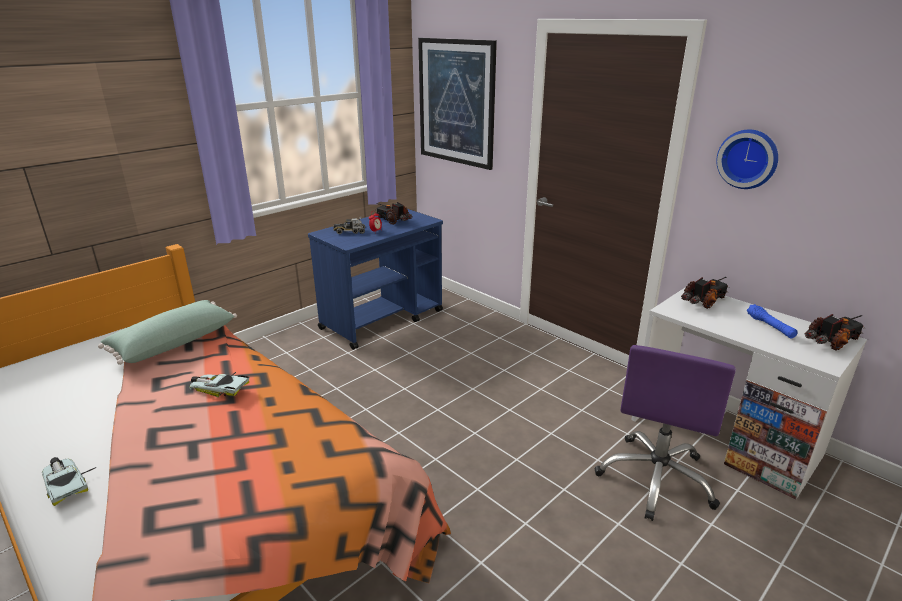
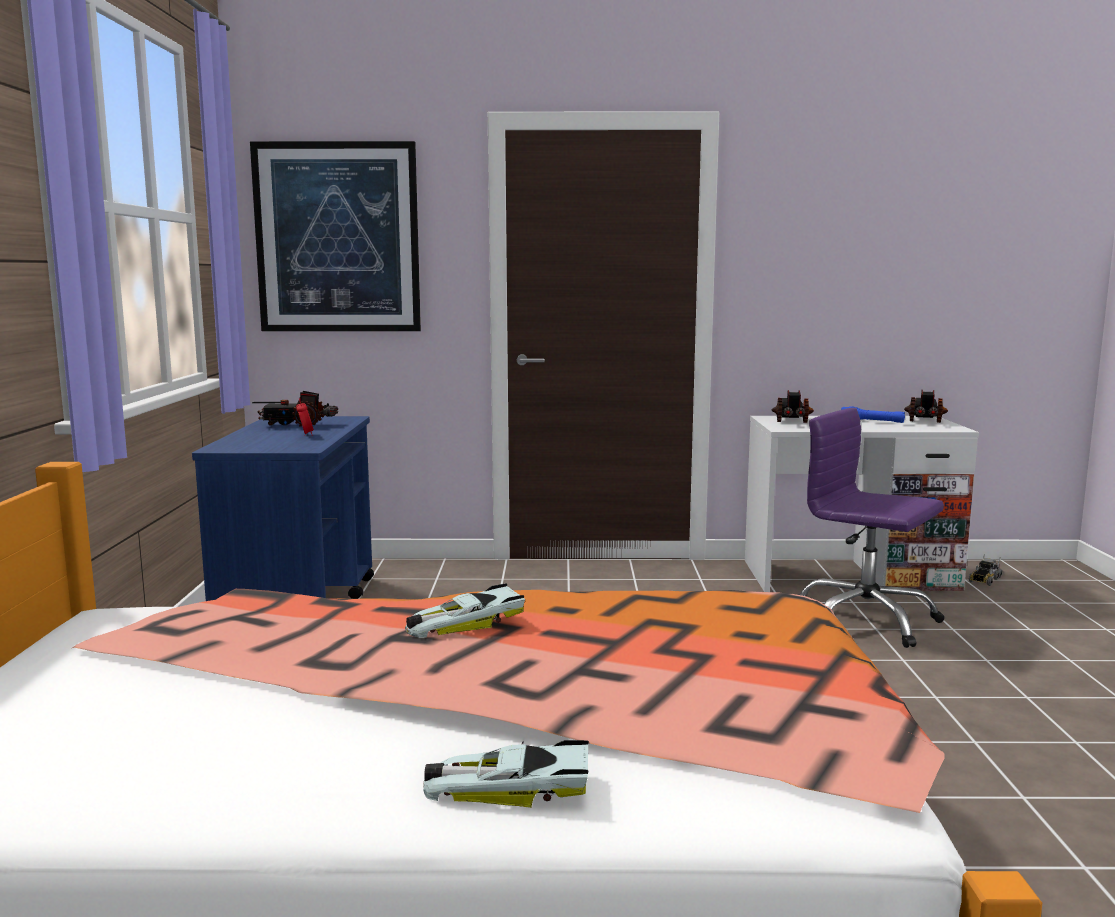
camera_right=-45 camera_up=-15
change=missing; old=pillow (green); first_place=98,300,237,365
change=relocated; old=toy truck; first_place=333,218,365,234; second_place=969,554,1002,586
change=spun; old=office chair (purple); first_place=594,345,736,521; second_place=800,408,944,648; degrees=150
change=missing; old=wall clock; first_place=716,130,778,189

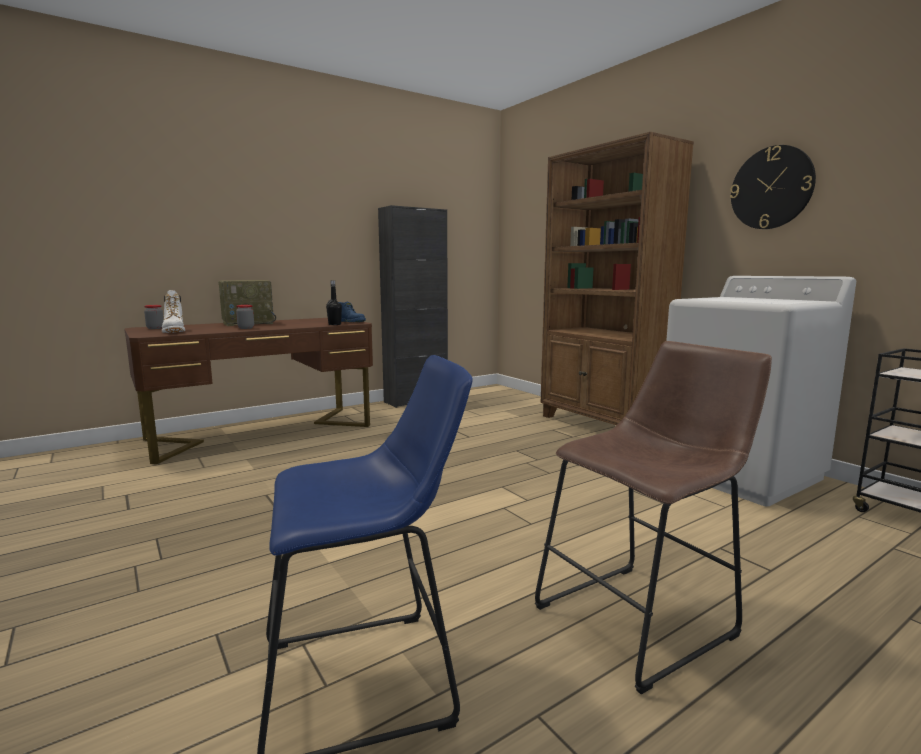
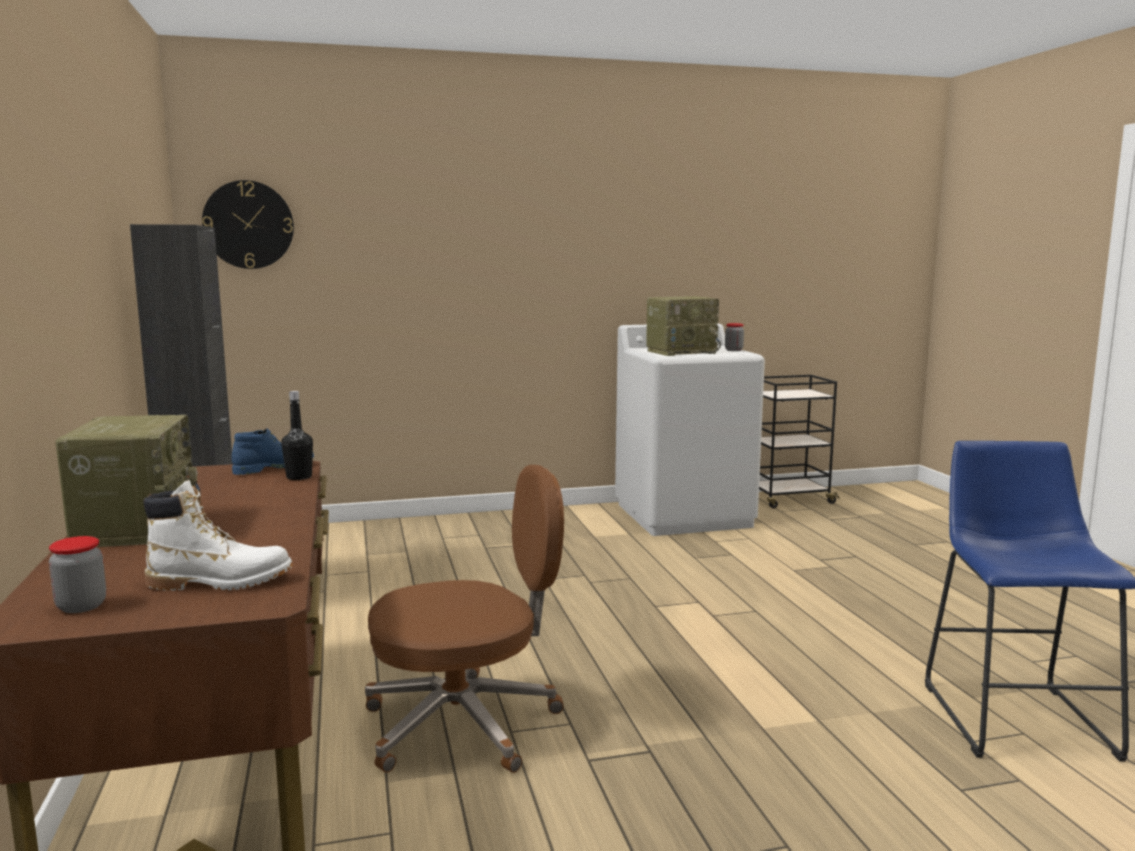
camera_right=-70 camera_up=0
change=relocated; old=jar; first_place=236,305,254,329; second_place=725,323,744,351
change=missing; old=stool (brown); first_place=535,341,772,695
change=missing; old=bookcase (brown); first_place=541,132,694,425
change=relocated; old=wall clock; first_place=730,145,816,229; second_place=202,180,294,269
change=appeared; new=office chair (brown); second_place=365,465,564,773
change=appeared; new=radio; second_place=646,296,721,356

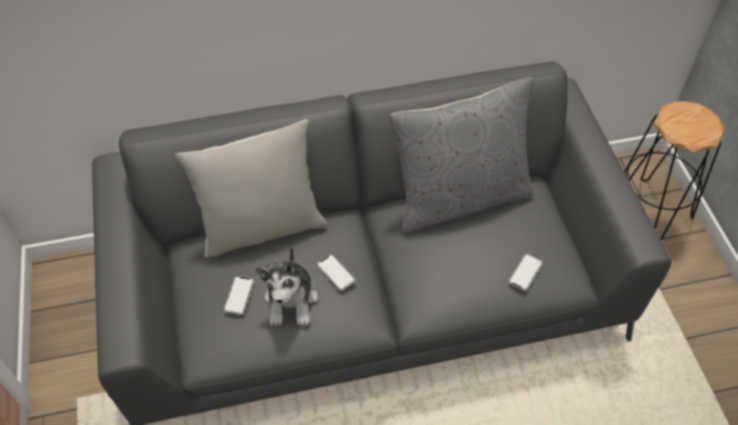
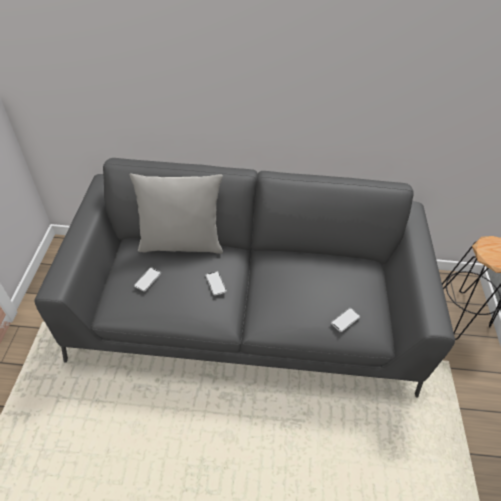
camera_right=15 camera_up=-5
change=missing; old=plush toy; first_place=255,245,318,326
change=missing; old=pillow (grey); first_place=389,77,534,234

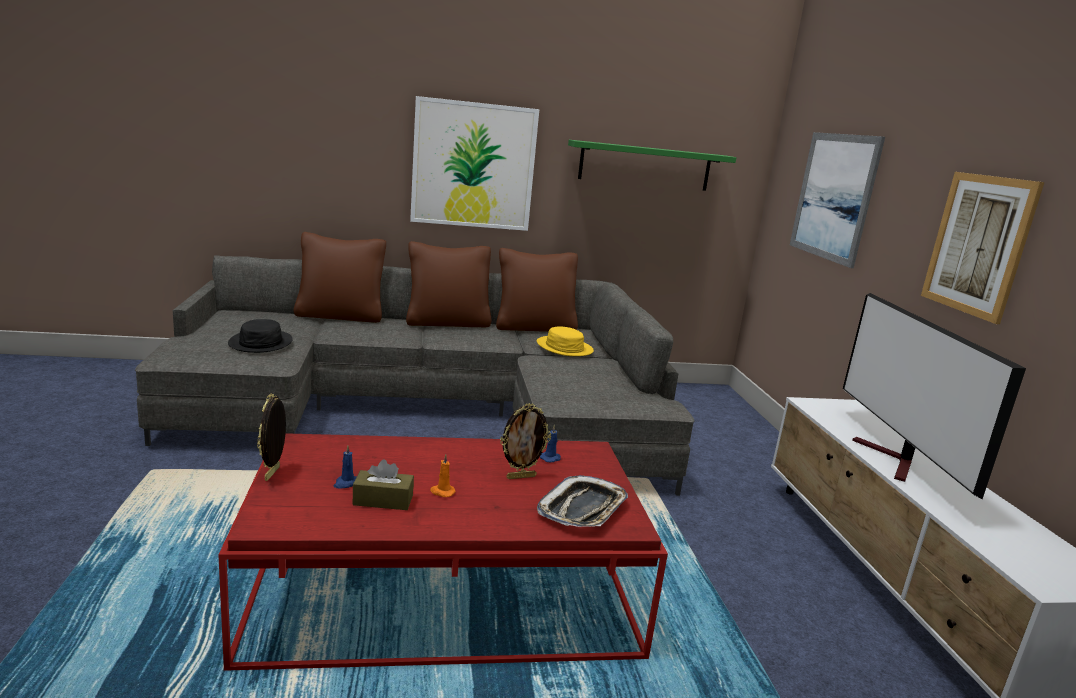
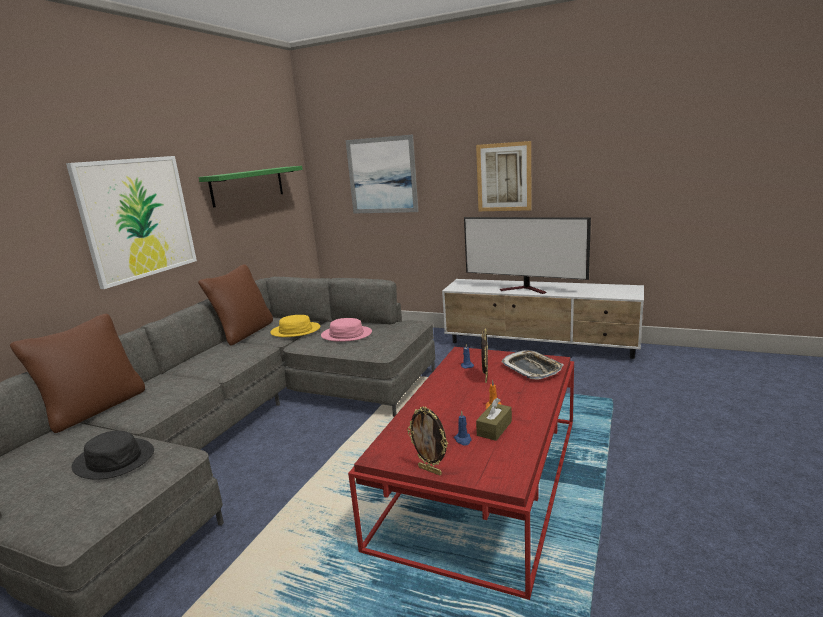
camera_right=-55 camera_up=0
change=missing; old=pillow (brown); first_place=406,241,491,328
change=appeared; new=hat (pink); second_place=321,318,372,341

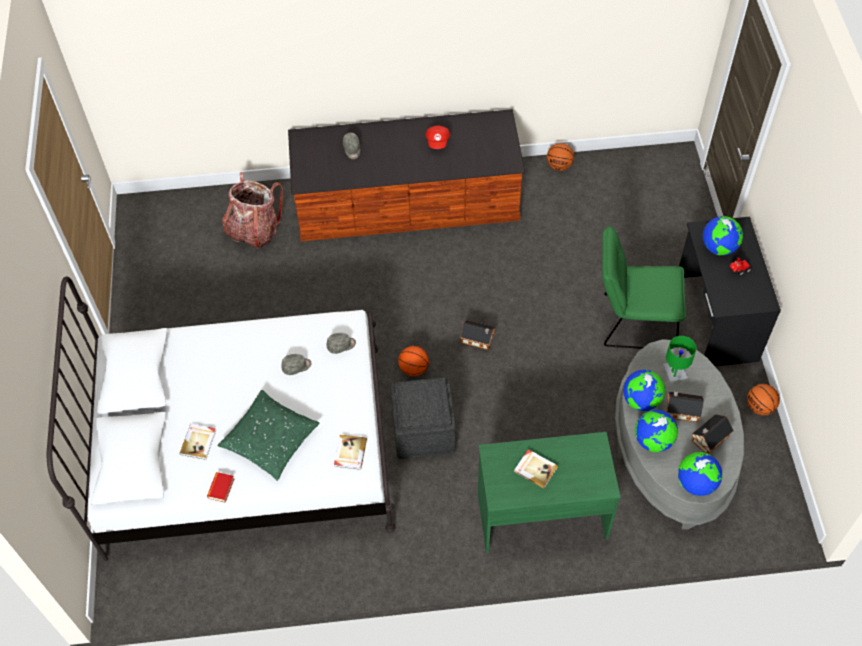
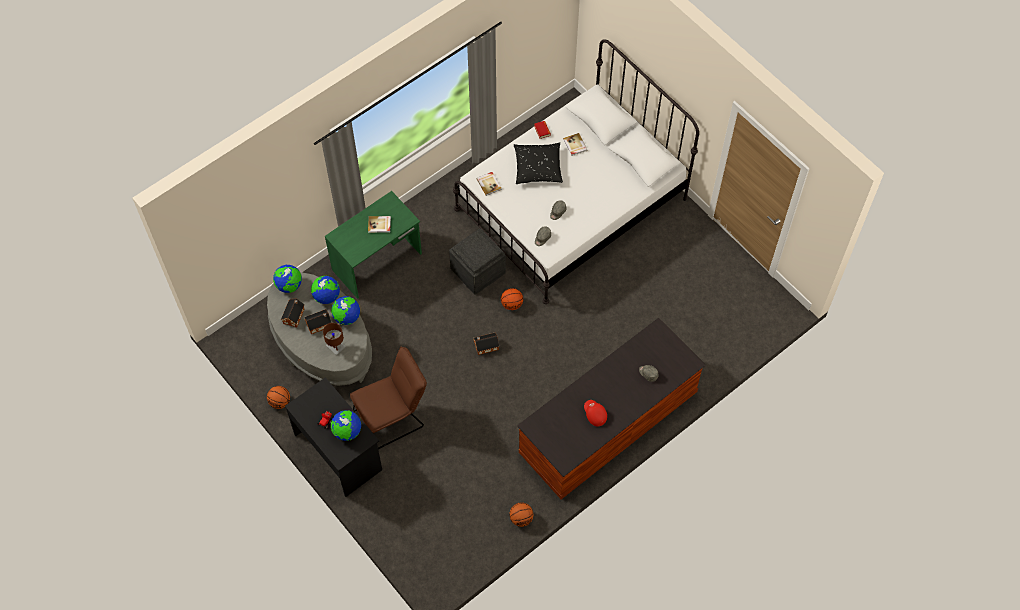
camera_right=145 camera_up=5
change=colour; old=pillow (green); new=pillow (black); first_place=217,390,320,481; second_place=514,142,563,184
change=missing; old=backpack; first_place=222,172,283,248
change=colour; old=chair (green); new=chair (brown); first_place=602,225,686,349; second_place=350,347,427,449
change=colour; old=table lamp (green); new=table lamp (brown); first_place=663,336,697,382; second_place=323,323,346,355

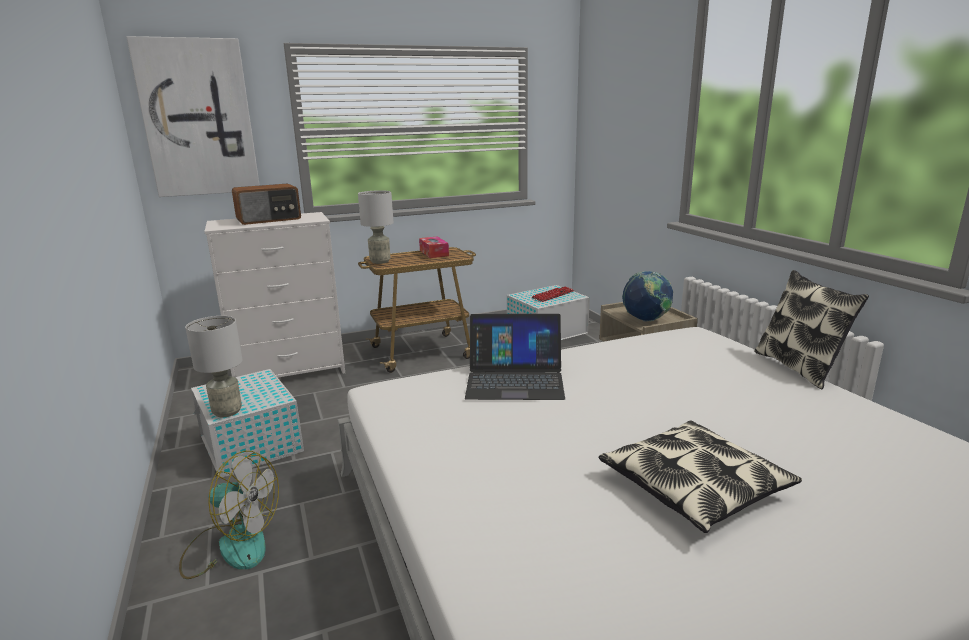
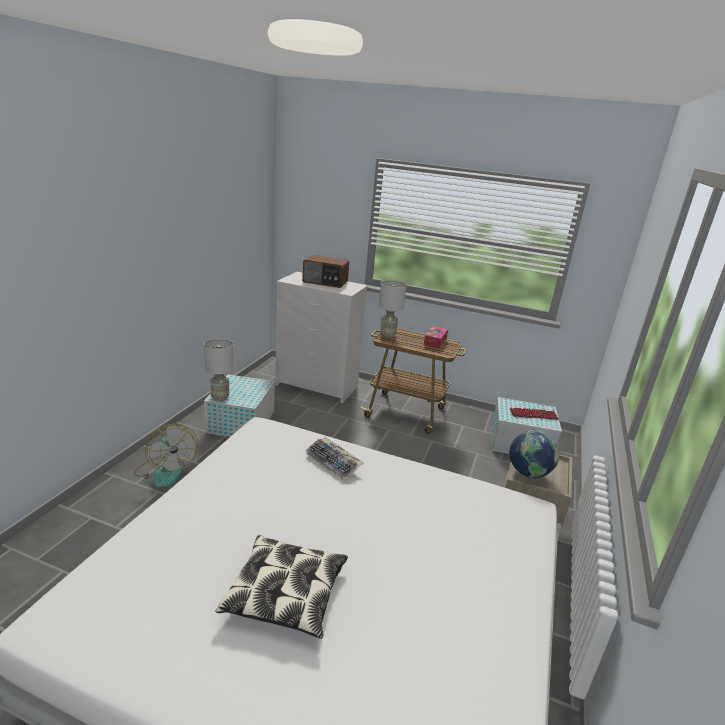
camera_right=40 camera_up=5
change=missing; old=picture; first_place=127,36,260,197
change=exchanged; old=laptop; new=keyboard; first_place=465,314,565,400; second_place=305,437,364,481
change=missing; old=pillow; first_place=754,270,869,389

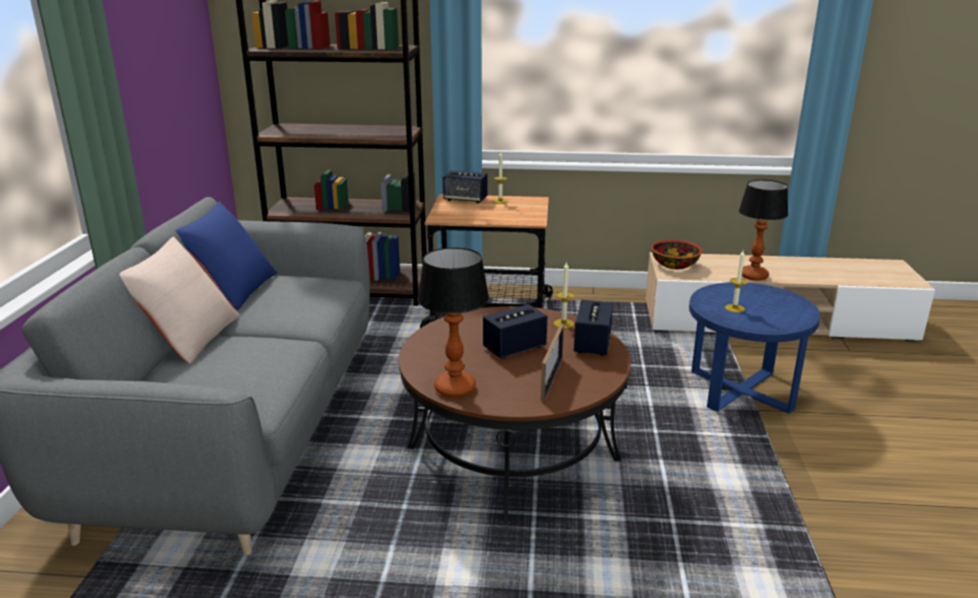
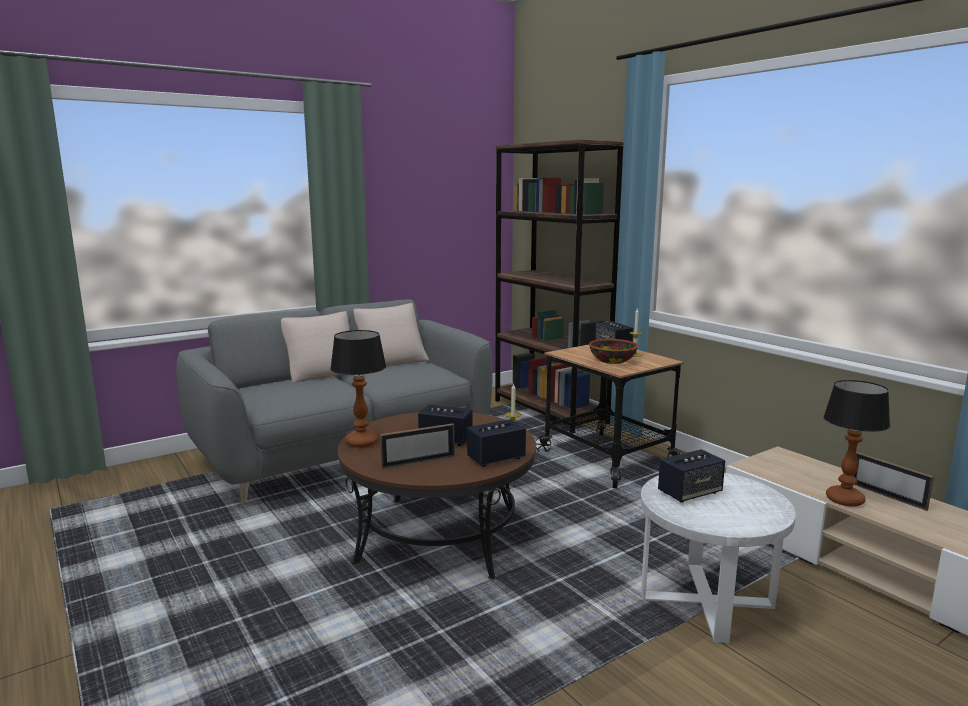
camera_right=50 camera_up=-10
change=colour; old=pillow (blue); new=pillow (beige); first_place=175,202,277,310; second_place=353,303,429,366
change=relocated; old=bowl; first_place=652,240,702,269; second_place=589,339,638,364
change=colour; old=side table (blue); new=side table (white); first_place=689,282,820,414; second_place=640,473,796,643
change=exchanged; old=candle; new=speaker; first_place=725,251,747,313; second_place=658,449,725,503
change=appeared; new=picture frame; second_place=854,452,934,511

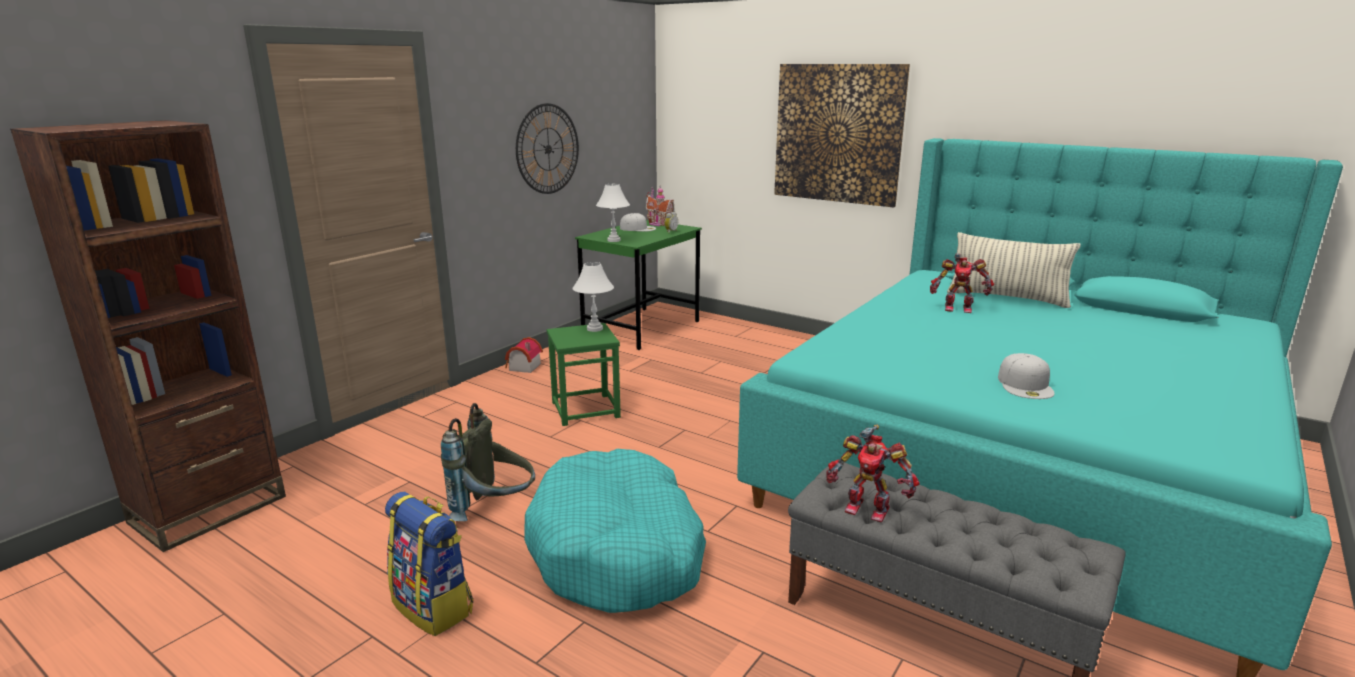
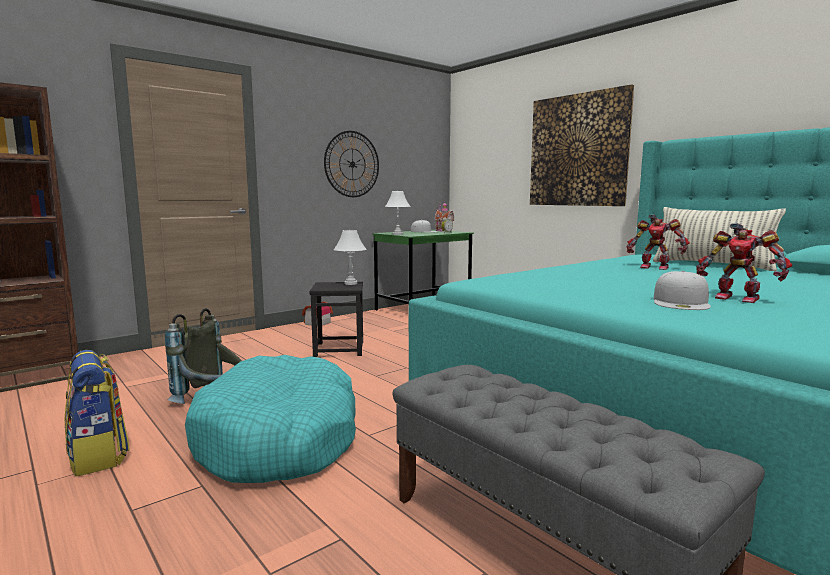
camera_right=15 camera_up=-10
change=colour; old=stool (green); new=stool (black); first_place=547,323,621,426; second_place=309,282,363,357
change=relocated; old=toy robot; first_place=826,425,919,522; second_place=697,223,792,303

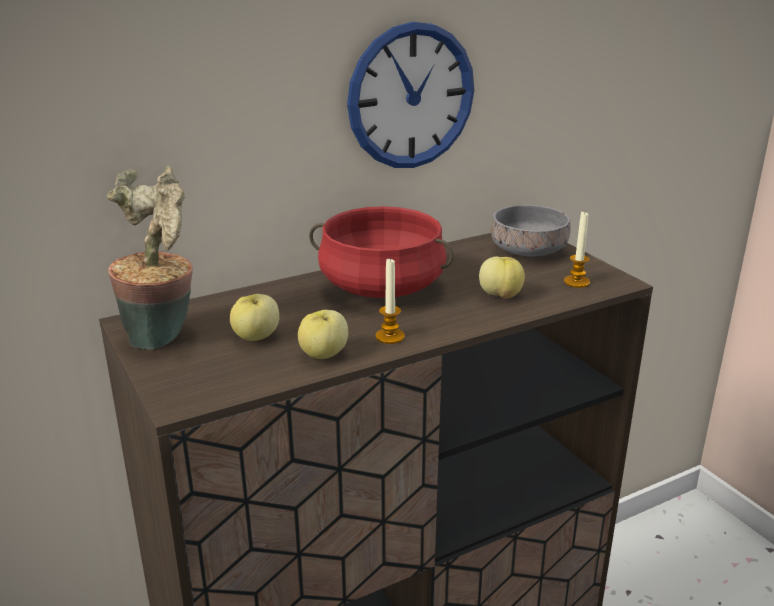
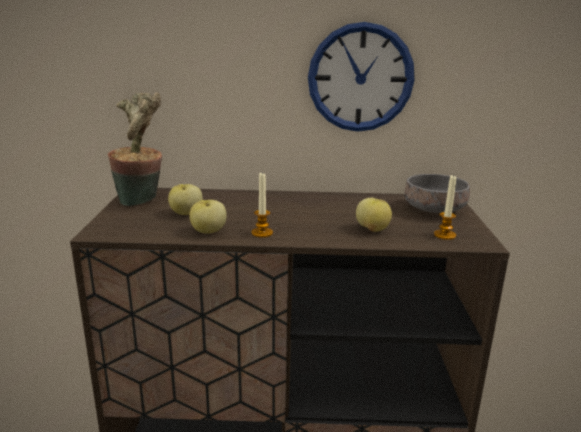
camera_right=30 camera_up=-5
change=missing; old=cooking pot (red); first_place=309,206,454,298

